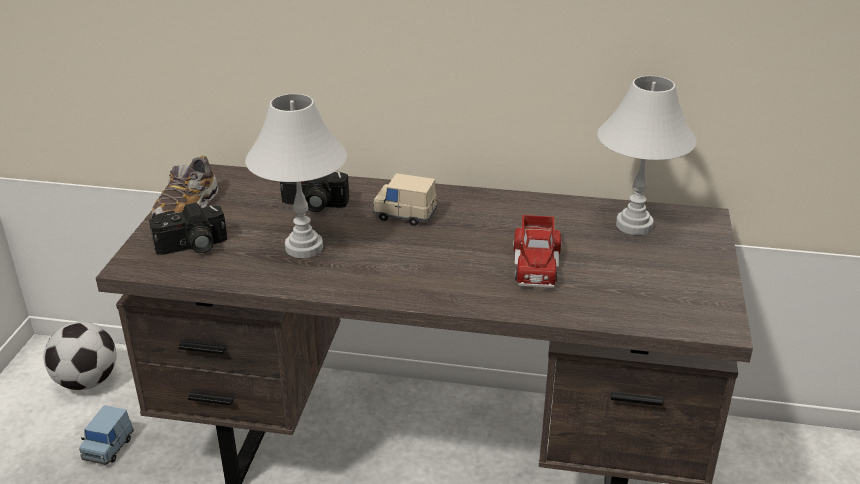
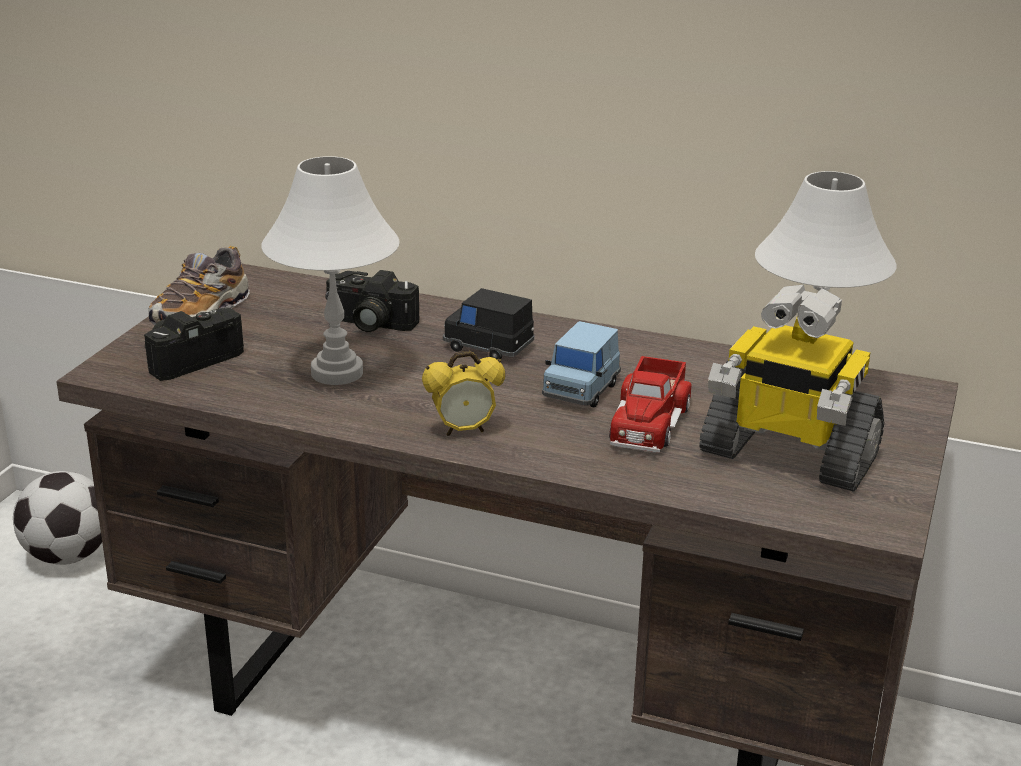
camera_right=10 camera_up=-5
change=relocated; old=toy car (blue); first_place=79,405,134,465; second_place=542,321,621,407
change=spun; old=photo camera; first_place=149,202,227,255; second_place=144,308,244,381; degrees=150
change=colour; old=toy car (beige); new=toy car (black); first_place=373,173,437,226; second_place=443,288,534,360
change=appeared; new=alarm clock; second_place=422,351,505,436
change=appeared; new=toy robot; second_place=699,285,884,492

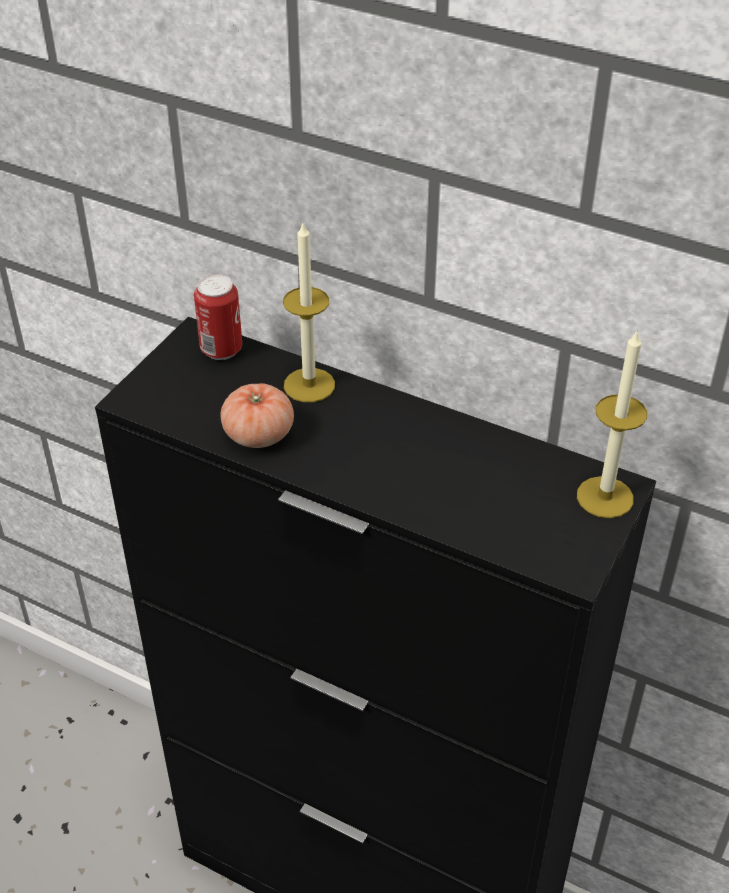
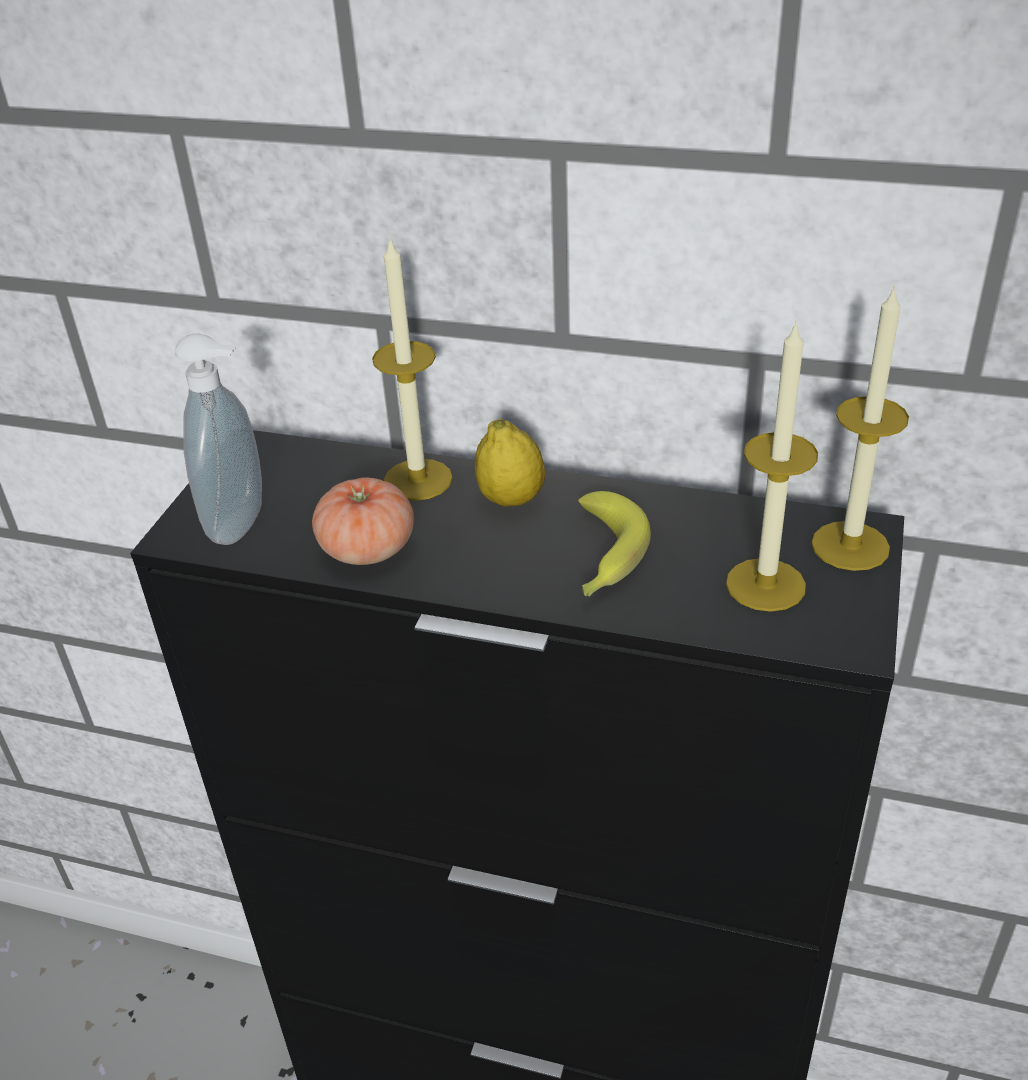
camera_right=-10 camera_up=-5
change=missing; old=can; first_place=194,274,242,360
change=appeared; new=soap dispenser; second_place=175,333,262,545
change=appeared; new=lemon; second_place=475,418,545,507
change=appeared; new=banana; second_place=578,491,651,596
change=appeared; new=candle; second_place=726,321,818,612

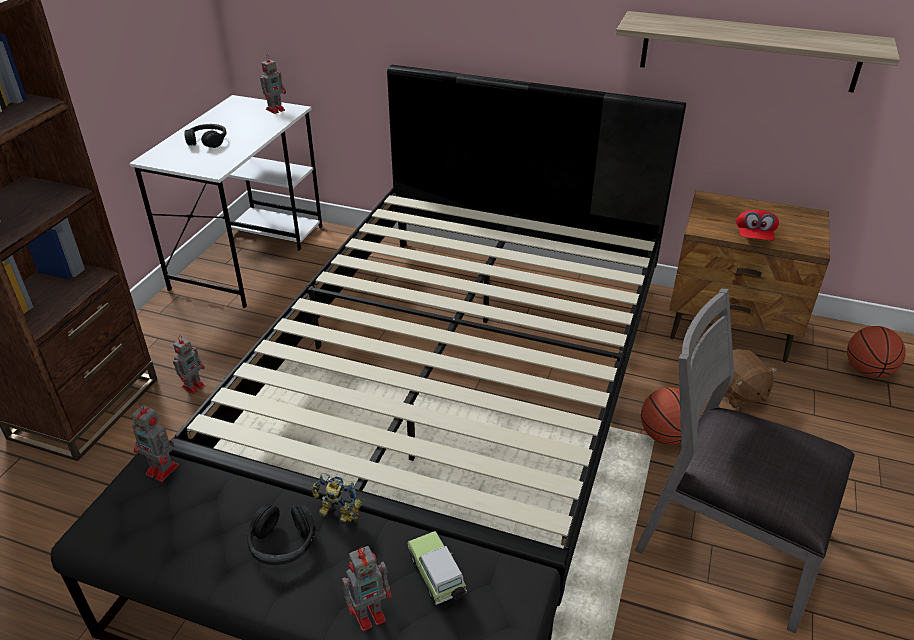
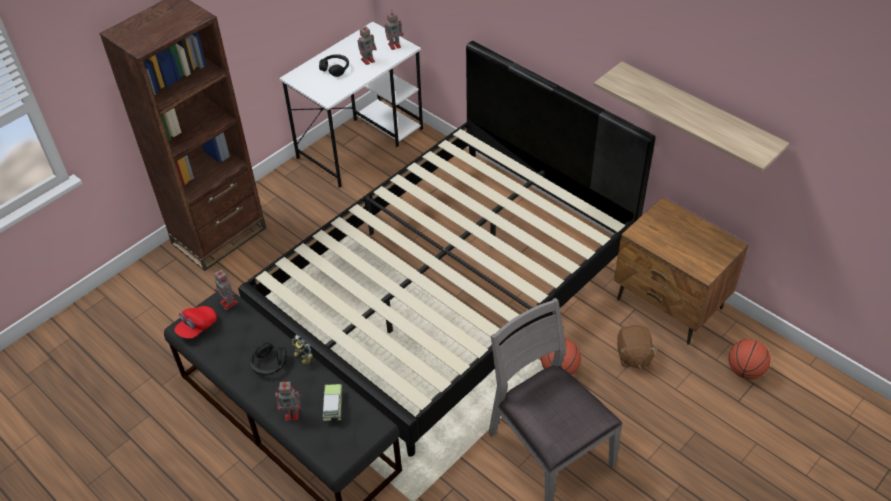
camera_right=25 camera_up=10
change=relocated; old=toy robot; first_place=173,336,205,394; second_place=358,24,377,65
change=relocated; old=cap (red); first_place=736,210,779,241; second_place=174,306,217,339

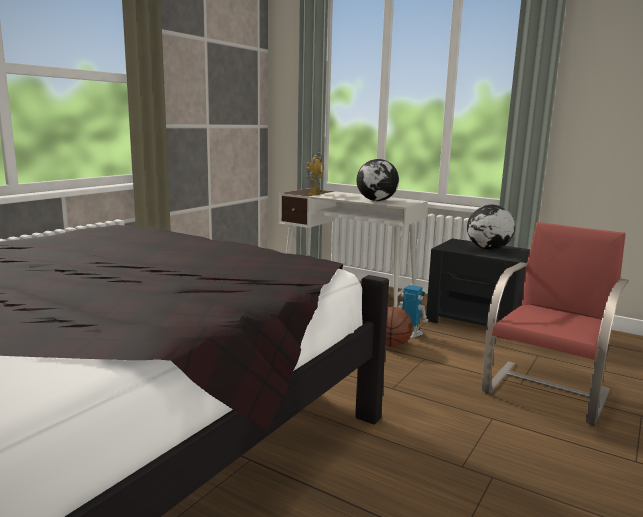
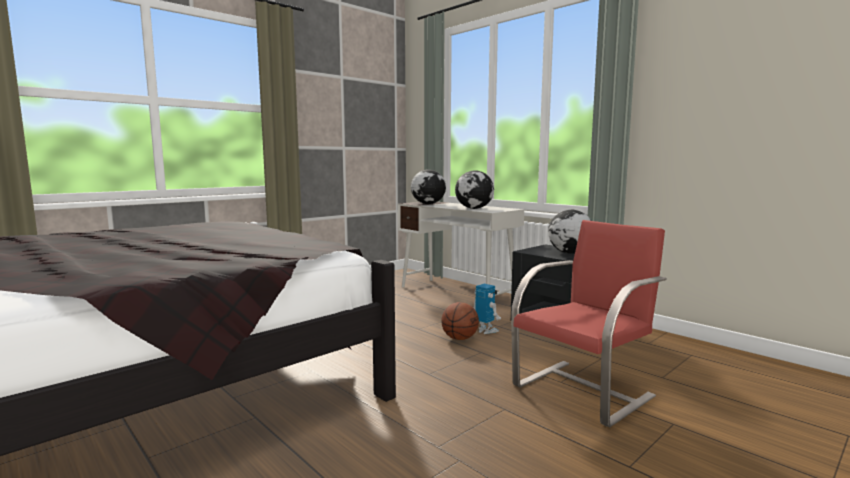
camera_right=15 camera_up=-5
change=exchanged; old=toy robot; new=globe; first_place=306,151,324,195; second_place=411,169,446,204

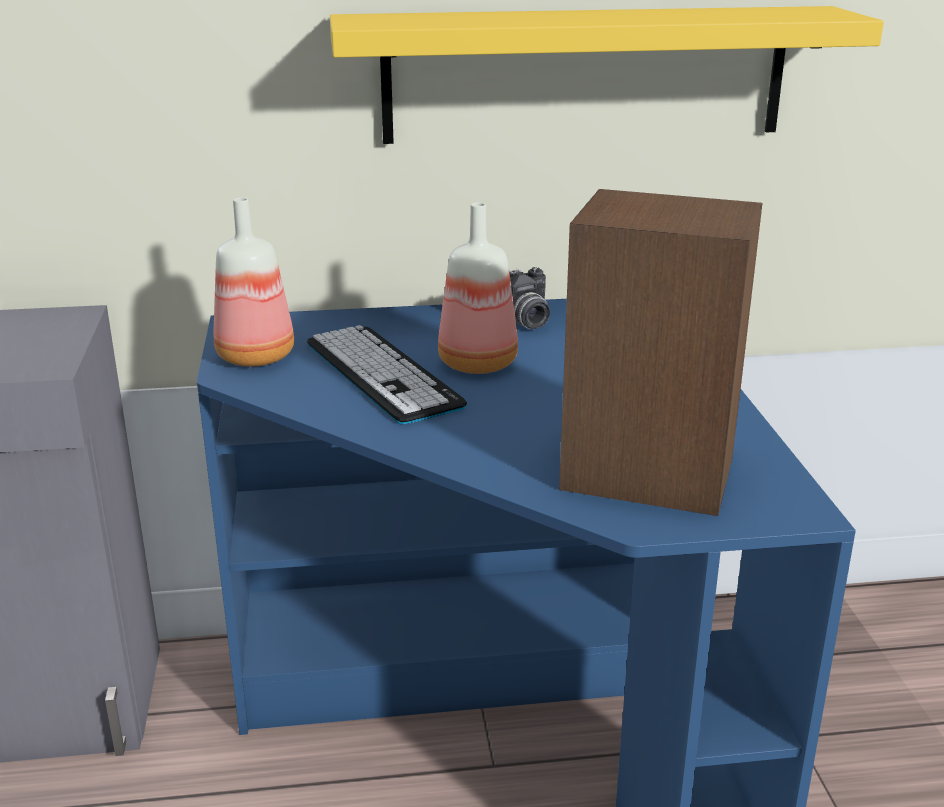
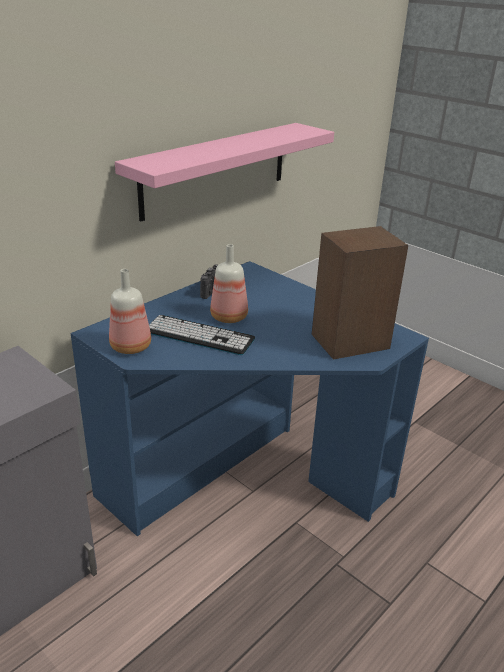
camera_right=-40 camera_up=5
change=colour; old=shelf (yellow); new=shelf (pink); first_place=330,6,884,144; second_place=115,123,334,222

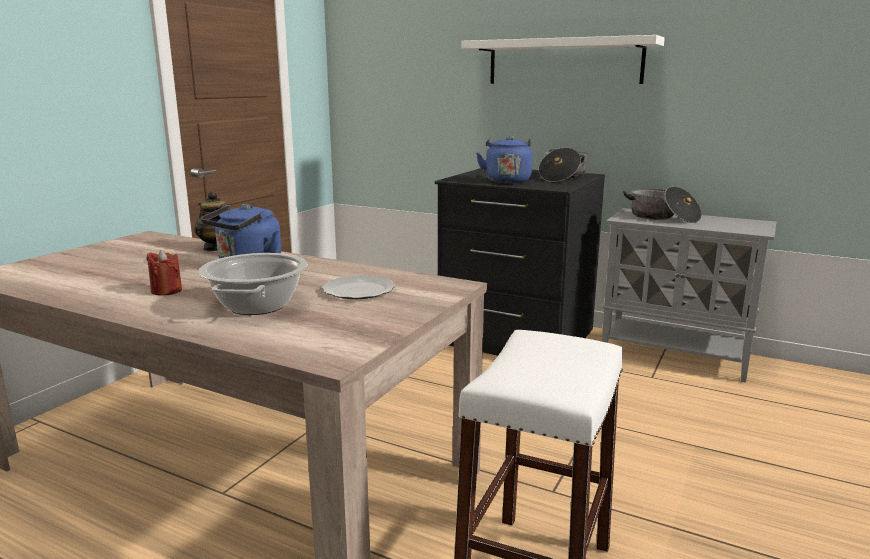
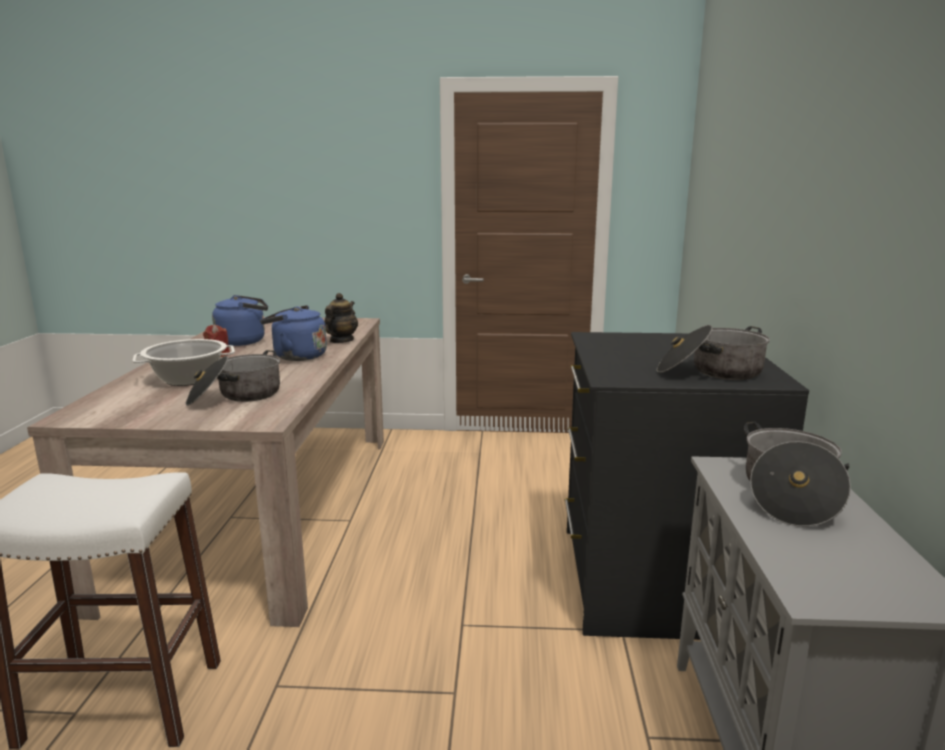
camera_right=65 camera_up=0
change=exchanged; old=plate; new=cooking pot; first_place=322,275,395,299; second_place=185,350,280,406
change=missing; old=shelf (white); first_place=462,35,665,84
change=relocated; old=kettle (blue); first_place=476,136,532,184; second_place=212,295,268,346

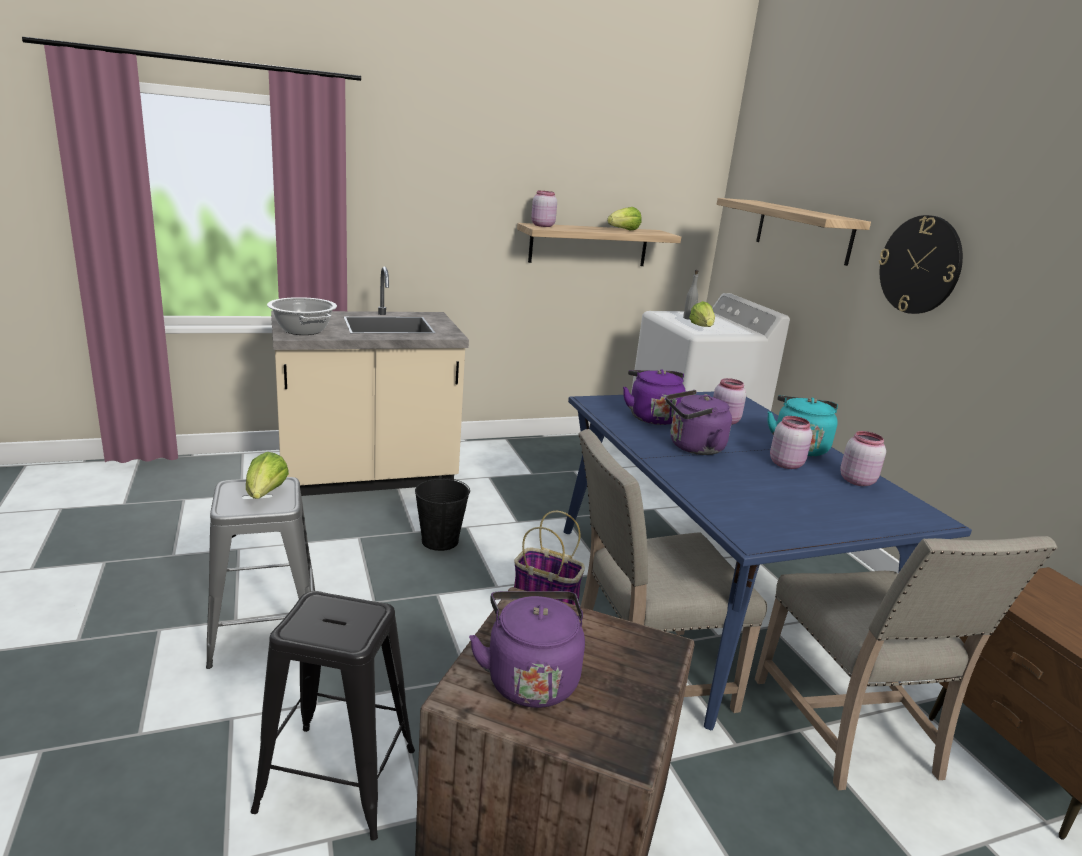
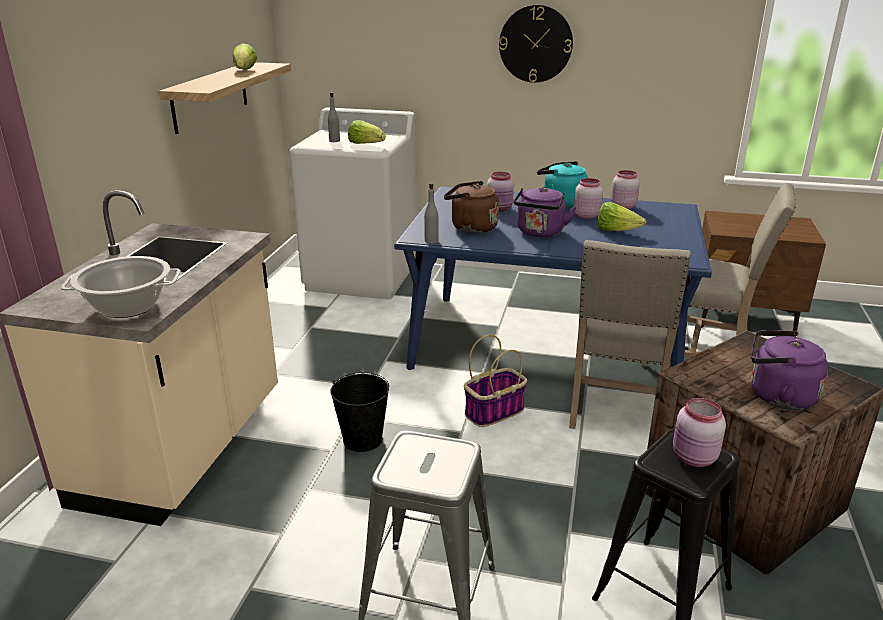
camera_right=-55 camera_up=5
change=relocated; old=lettuce; first_place=246,452,289,499; second_place=597,202,646,231
change=relocated; old=jar (pink); first_place=531,191,557,227; second_place=673,398,726,467
change=colour; old=kettle (purple); new=kettle (brown); first_place=623,369,686,425; second_place=444,181,499,233
change=missing; old=shelf; first_place=717,198,871,266
change=appeared; new=bottle (grey); second_place=424,183,438,243

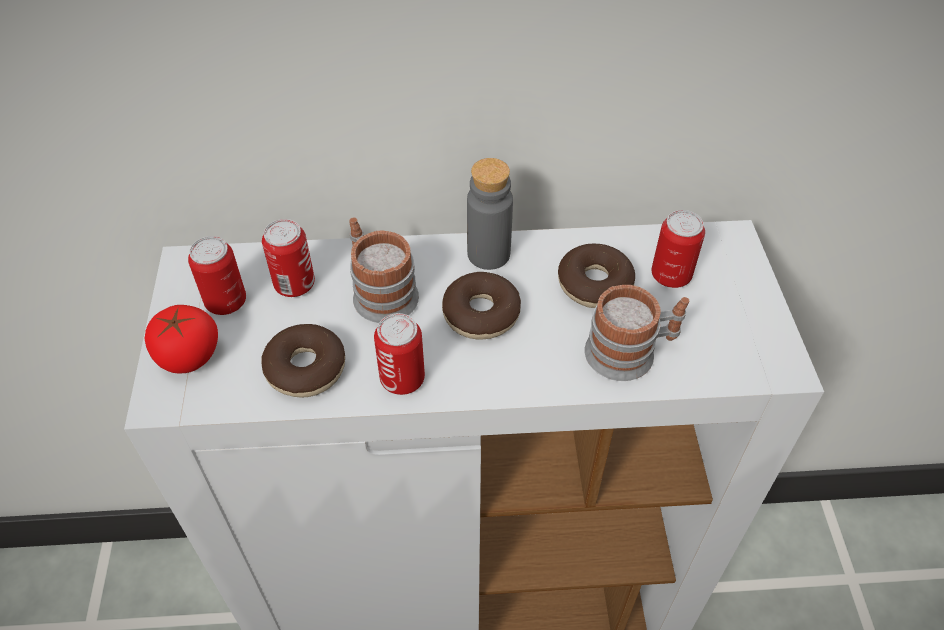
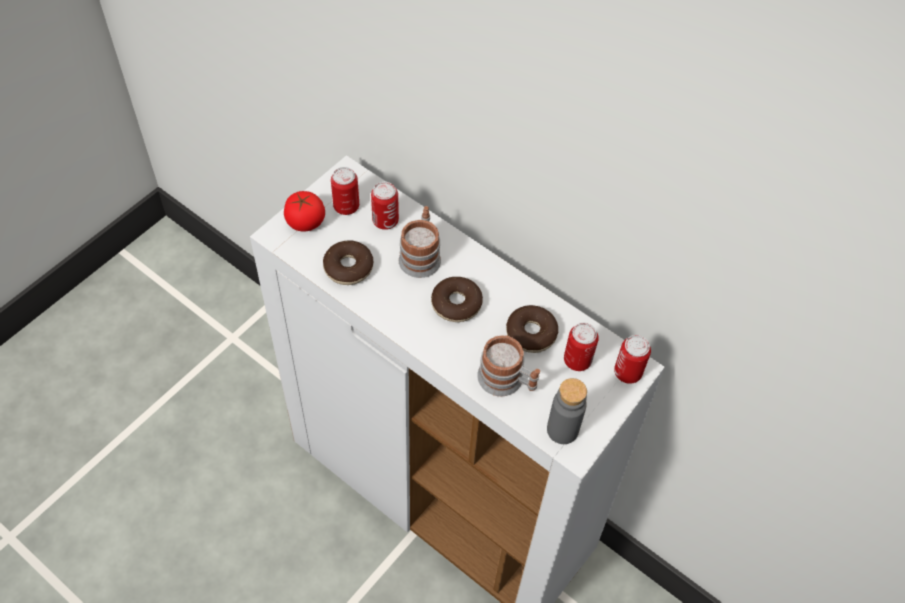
camera_right=40 camera_up=5
change=relocated; old=can; first_place=374,313,425,395; second_place=614,335,651,384
change=relocated; old=bottle (grey); first_place=467,158,513,270; second_place=547,378,587,444

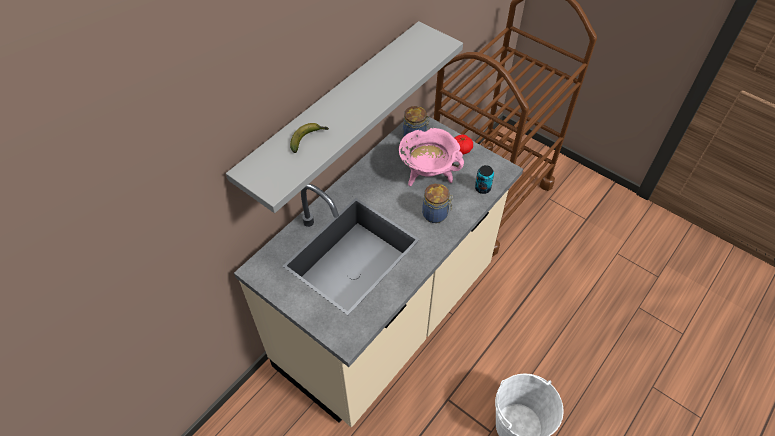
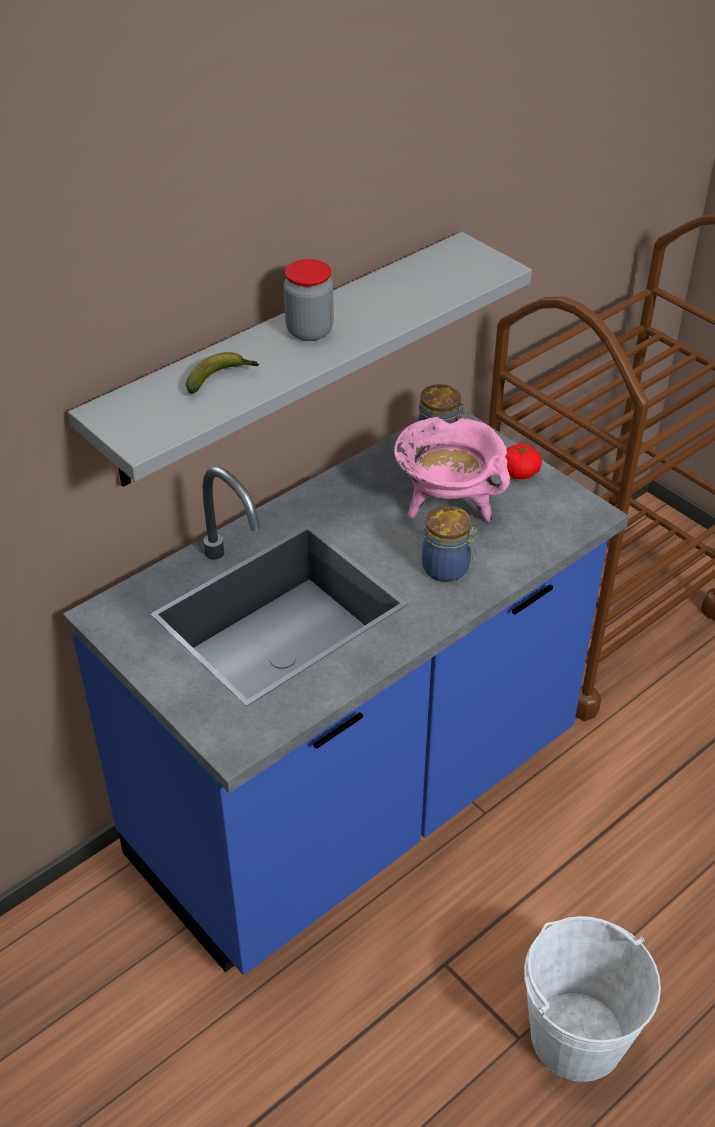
camera_right=10 camera_up=-10
change=colour; old=counter (beige); new=counter (blue); first_place=234,117,523,427; second_place=63,409,629,975
change=missing; old=can; first_place=475,165,494,194
change=appeared; new=jar; second_place=284,259,334,341

